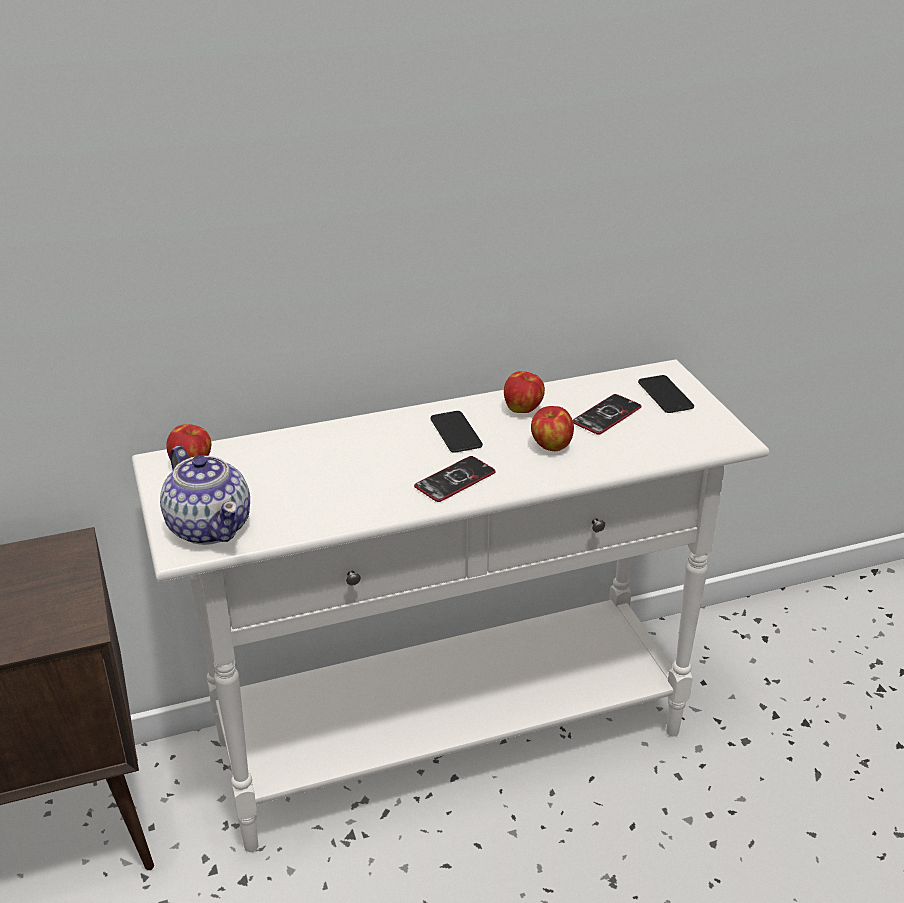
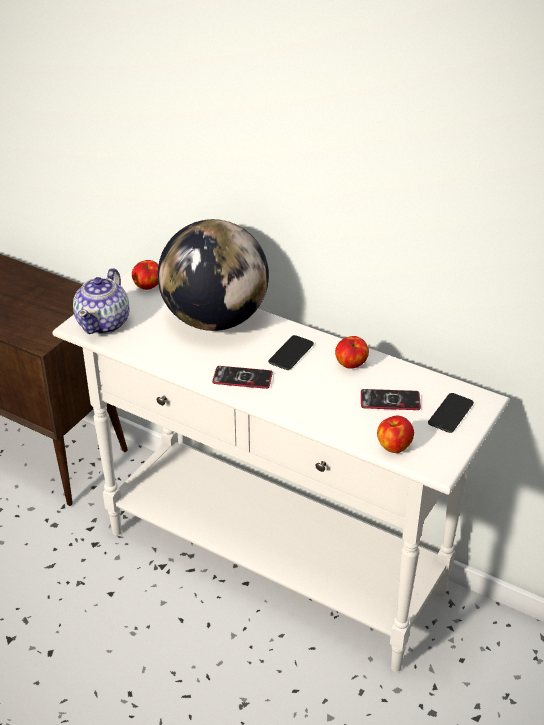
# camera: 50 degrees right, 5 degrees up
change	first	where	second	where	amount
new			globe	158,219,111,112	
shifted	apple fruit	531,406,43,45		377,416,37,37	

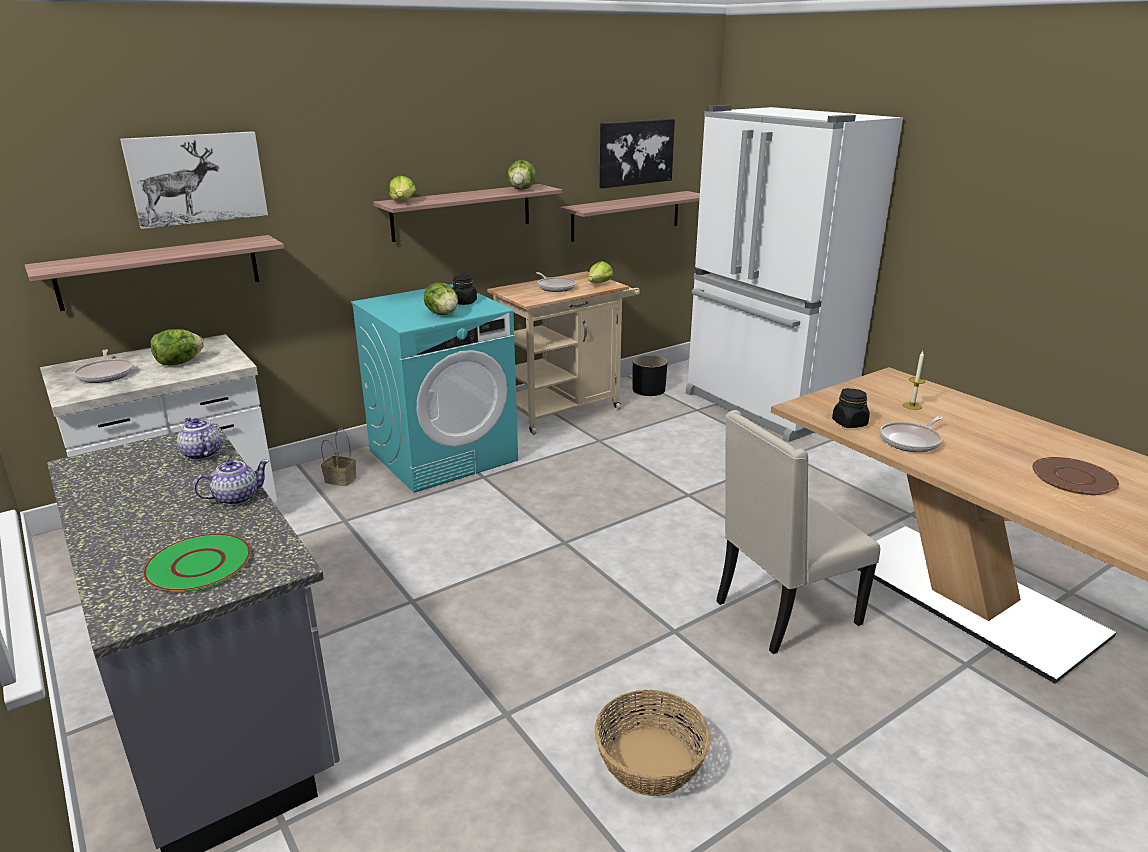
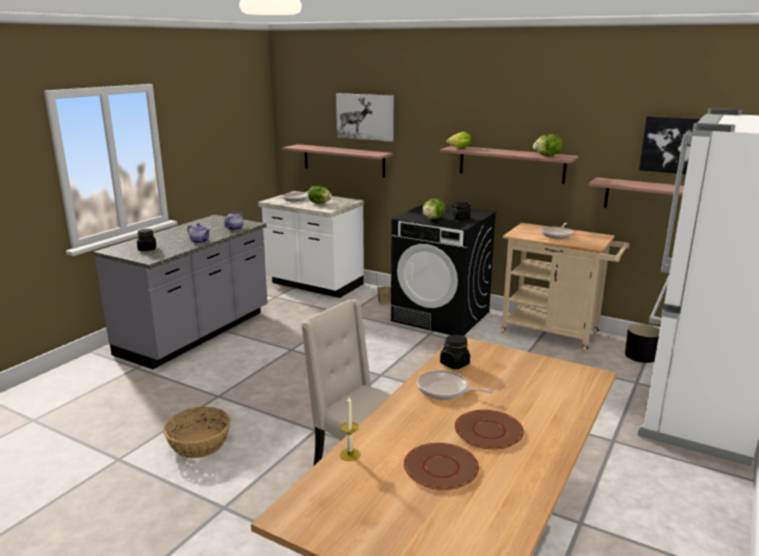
# camera: 65 degrees right, 5 degrees down
change	first	where	second	where	amount
gone	lettuce	588,261,25,22			
new			brownish dinner plate	454,410,70,40	
shifted	wax light	903,351,23,59		340,397,21,64	
swapped	green-coloured dinner plate	143,534,108,58	black preserve jar	137,229,19,22	
repainted	turquoise laundry appliance	351,284,167,209	black laundry appliance	391,203,106,133	

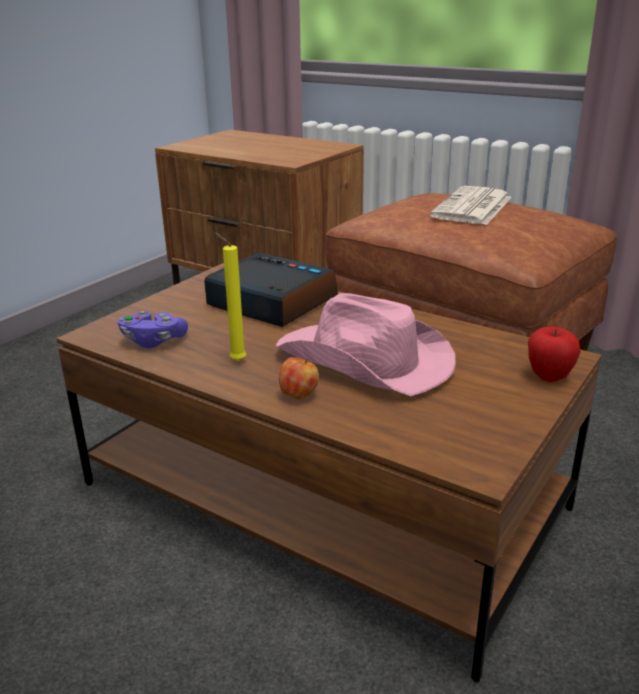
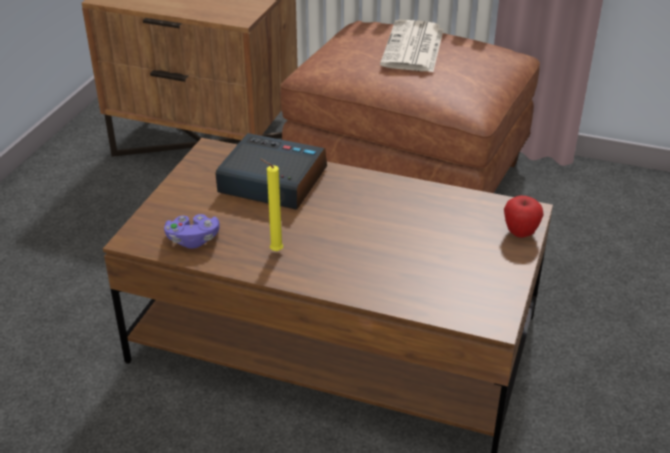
# camera: 15 degrees left, 10 degrees up
change	first	where	second	where	amount
gone	pink clothing hat	276,293,180,103			
gone	apple fruit	279,357,40,42			

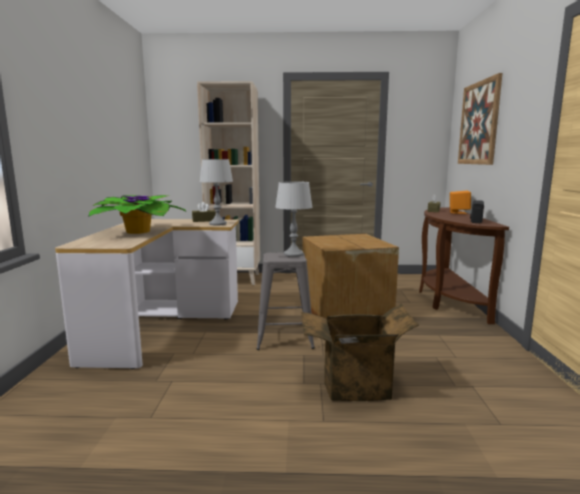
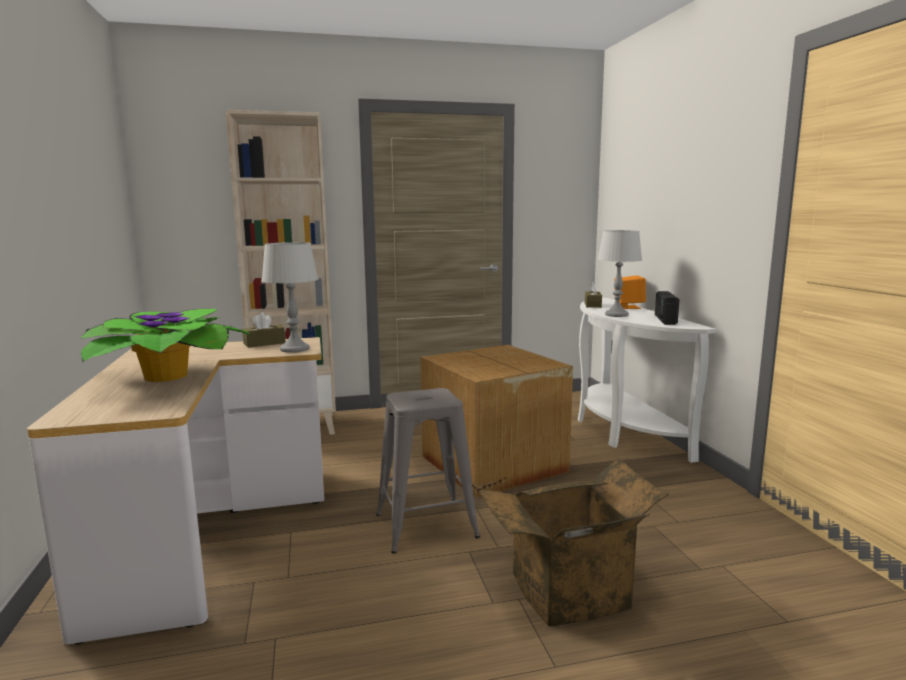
# camera: 15 degrees left, 0 degrees up
change	first	where	second	where	amount
gone	wall art	458,73,44,92			
shifted	gray table lamp	275,181,38,76		597,230,45,87	
repainted	brownish console table	419,207,90,117	whitish console table	578,298,138,165	

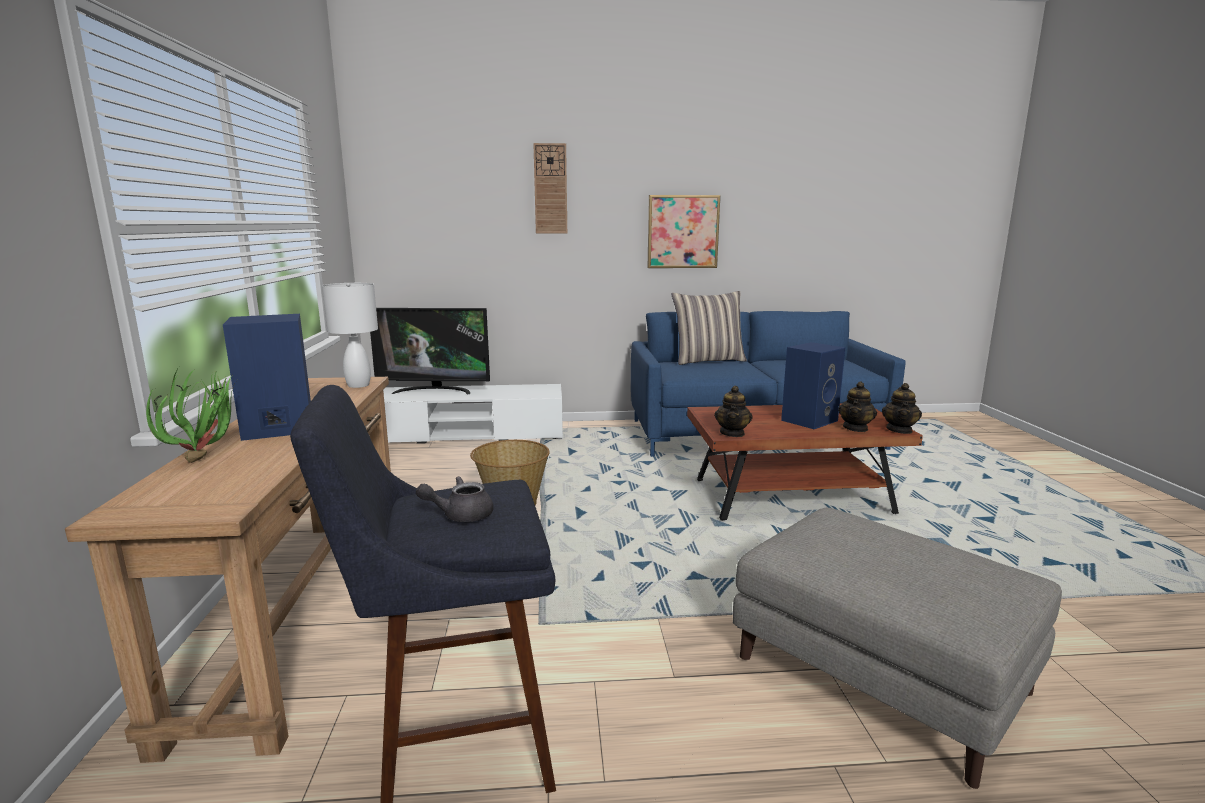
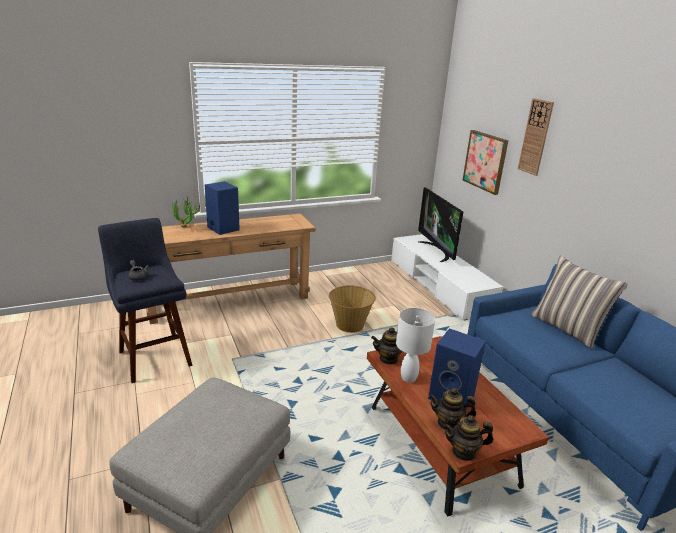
# camera: 70 degrees right, 10 degrees up
change	first	where	second	where	amount
shifted	whitish table lamp	322,283,56,105		396,308,39,75	
shifted	wall art	648,195,72,73		463,130,45,65	

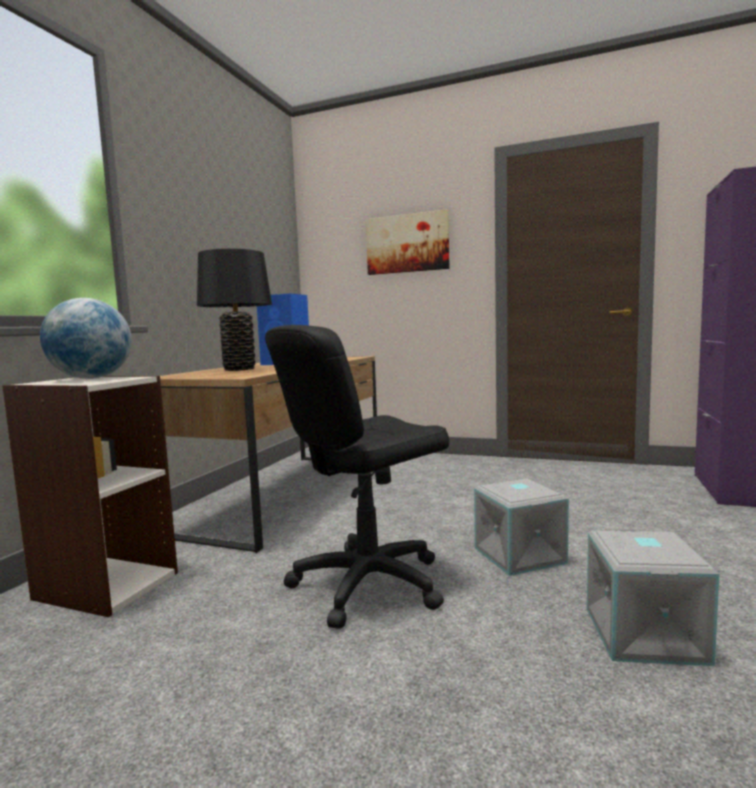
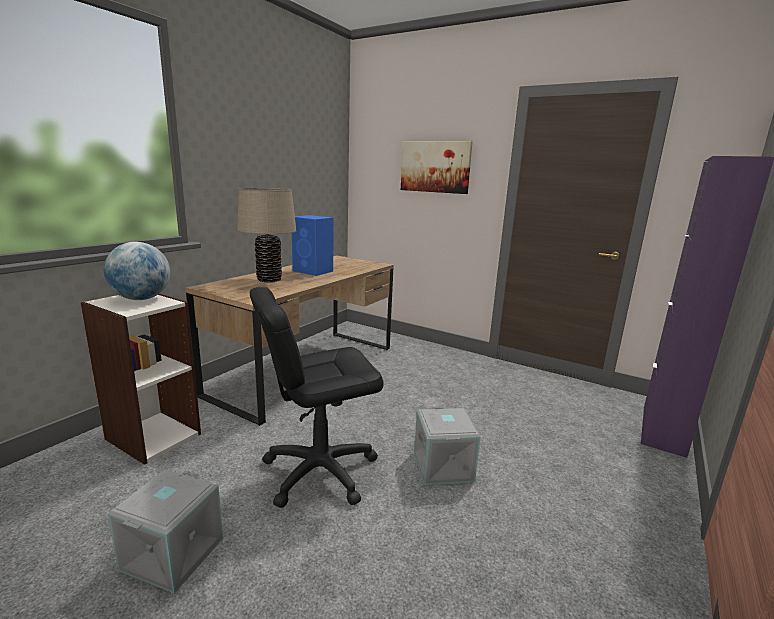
# camera: 10 degrees right, 10 degrees up
change	first	where	second	where	amount
shifted	gray storage bin	587,529,132,137		108,469,115,125	
repainted	black table lamp	197,249,75,122	sand-coloured table lamp	237,188,60,94	

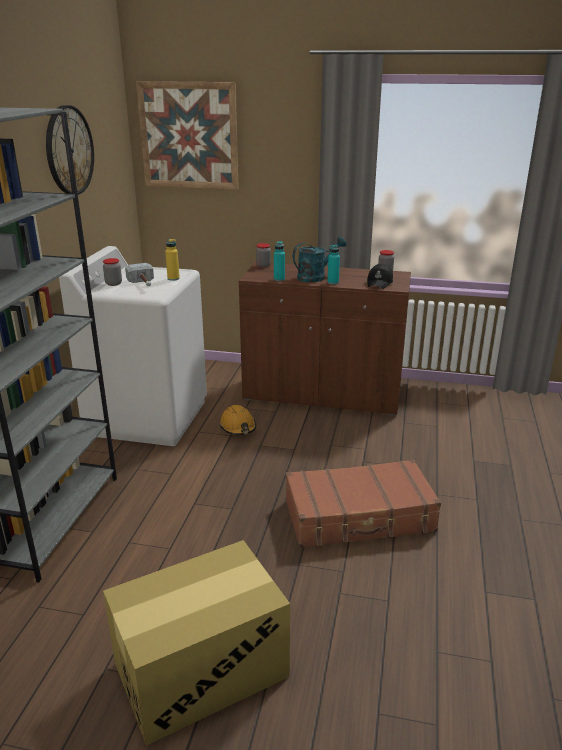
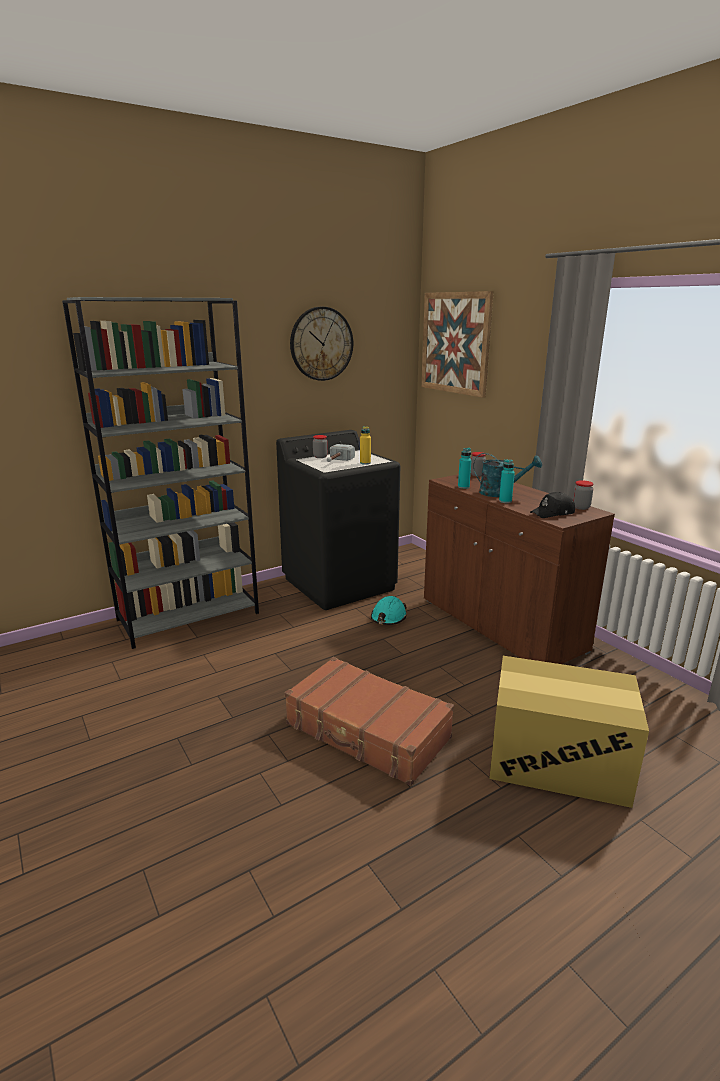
# camera: 45 degrees right, 5 degrees down
change	first	where	second	where	amount
shifted	cardboard box	103,540,187,206		489,656,160,152	
repainted	whitish laundry appliance	59,246,148,200	black laundry appliance	276,430,124,180	
repainted	orange work helmet	220,405,36,30	turquoise work helmet	371,596,36,29	

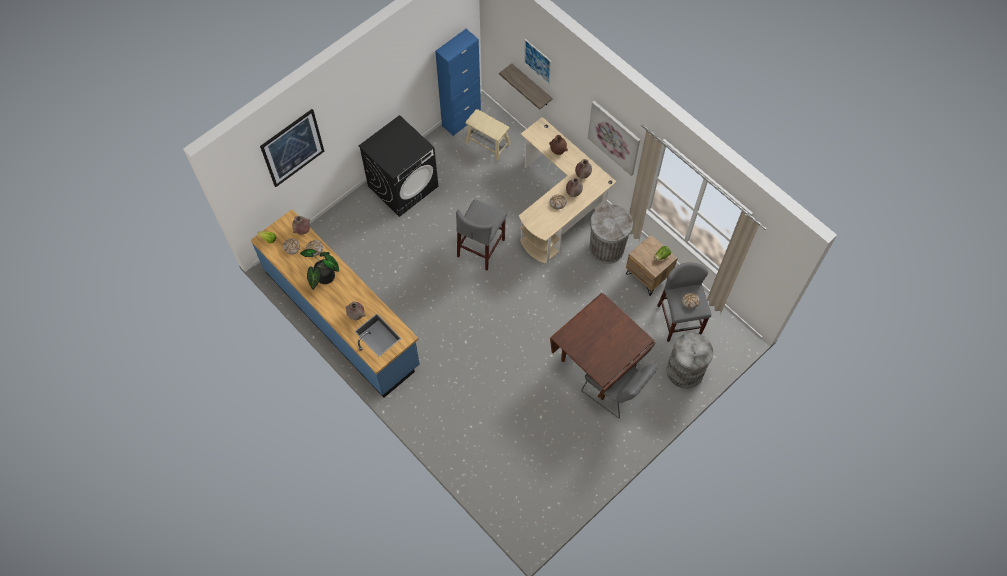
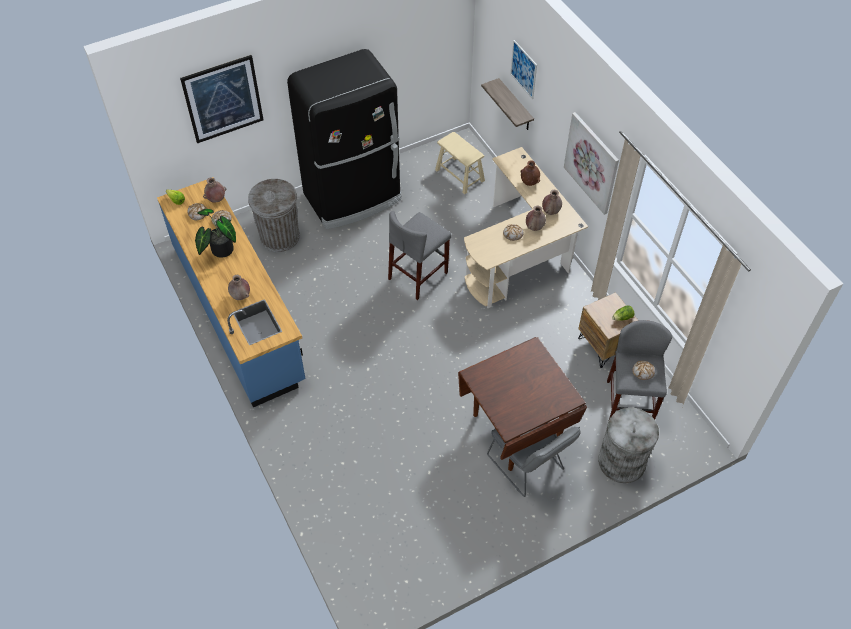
# camera: 15 degrees right, 10 degrees down
change	first	where	second	where	amount
gone	blue-coloured cabinet	435,29,46,107			
shifted	gray rubbish bin	590,204,43,60		248,179,52,73	
swapped	black laundry appliance	359,115,79,102	black kitchen fridge	287,49,114,180	

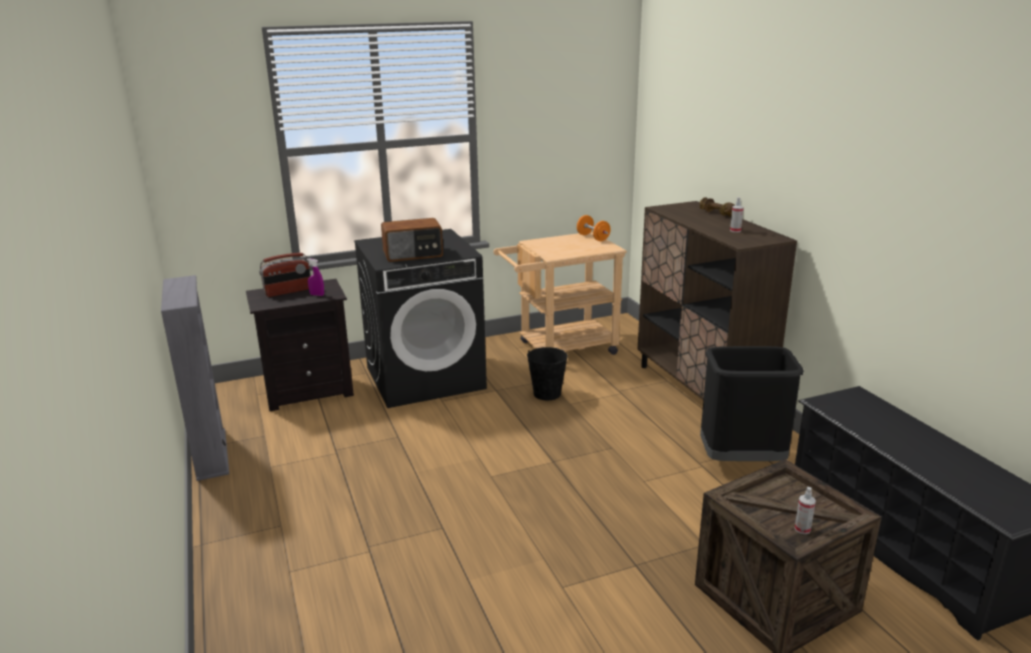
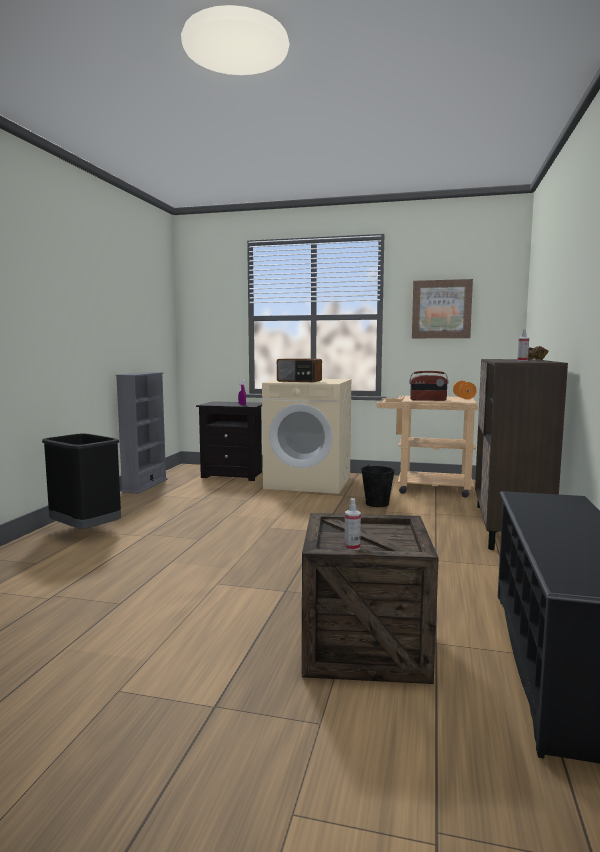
# camera: 35 degrees right, 15 degrees down
change	first	where	second	where	amount
new			wall art	412,279,61,59	
shifted	radio	259,253,52,44		409,371,39,30	
shifted	black rubbish bin	700,346,104,115		42,433,79,96	
repainted	black laundry appliance	354,229,133,179	sand-coloured laundry appliance	262,379,90,115	

